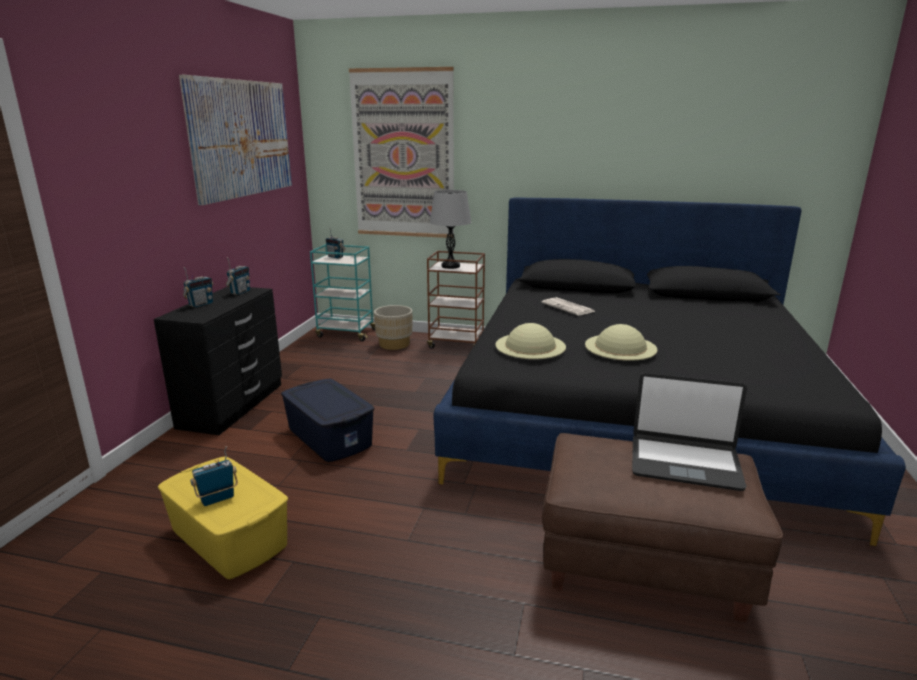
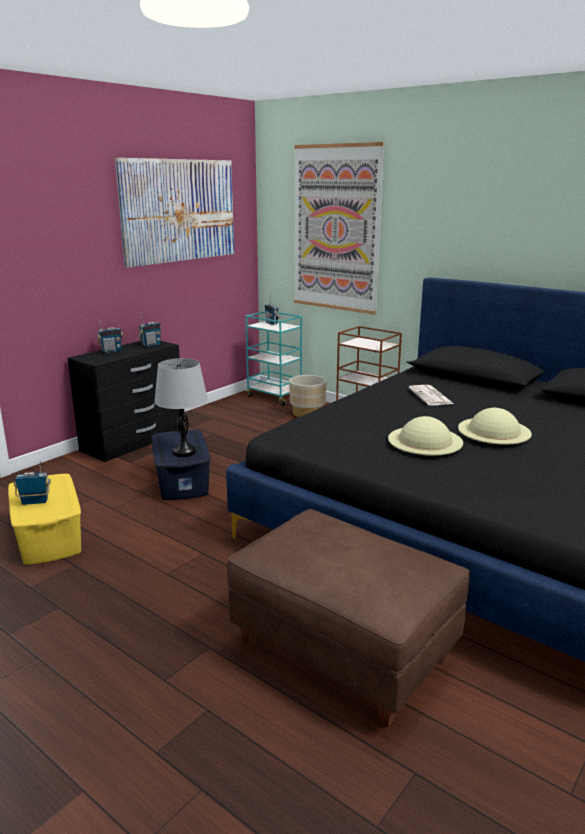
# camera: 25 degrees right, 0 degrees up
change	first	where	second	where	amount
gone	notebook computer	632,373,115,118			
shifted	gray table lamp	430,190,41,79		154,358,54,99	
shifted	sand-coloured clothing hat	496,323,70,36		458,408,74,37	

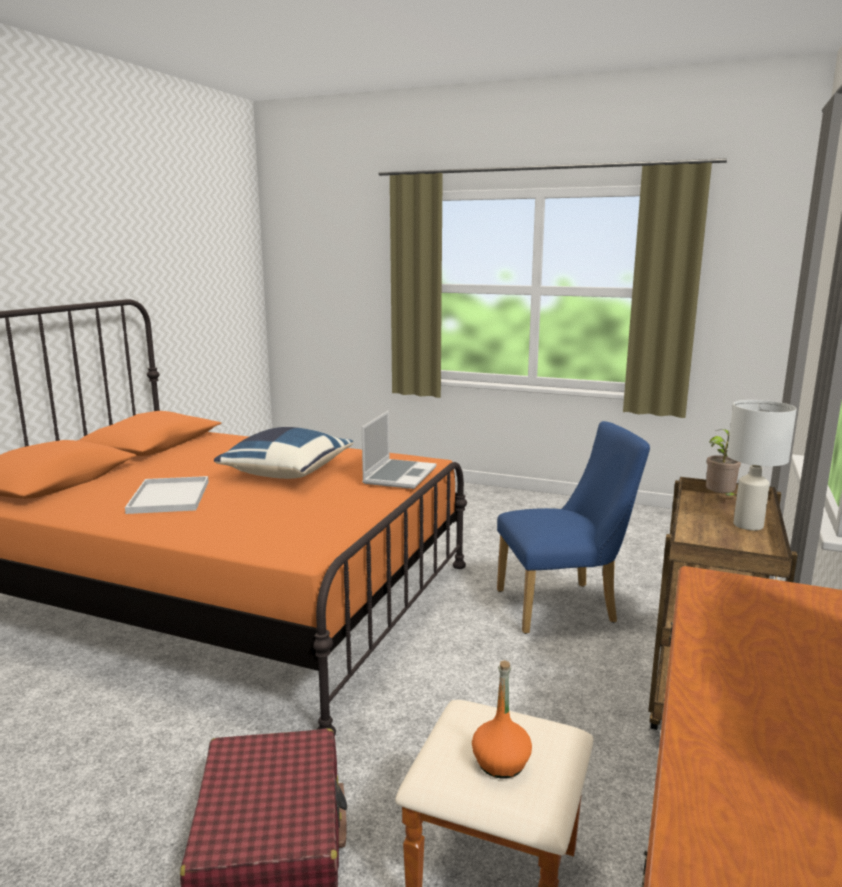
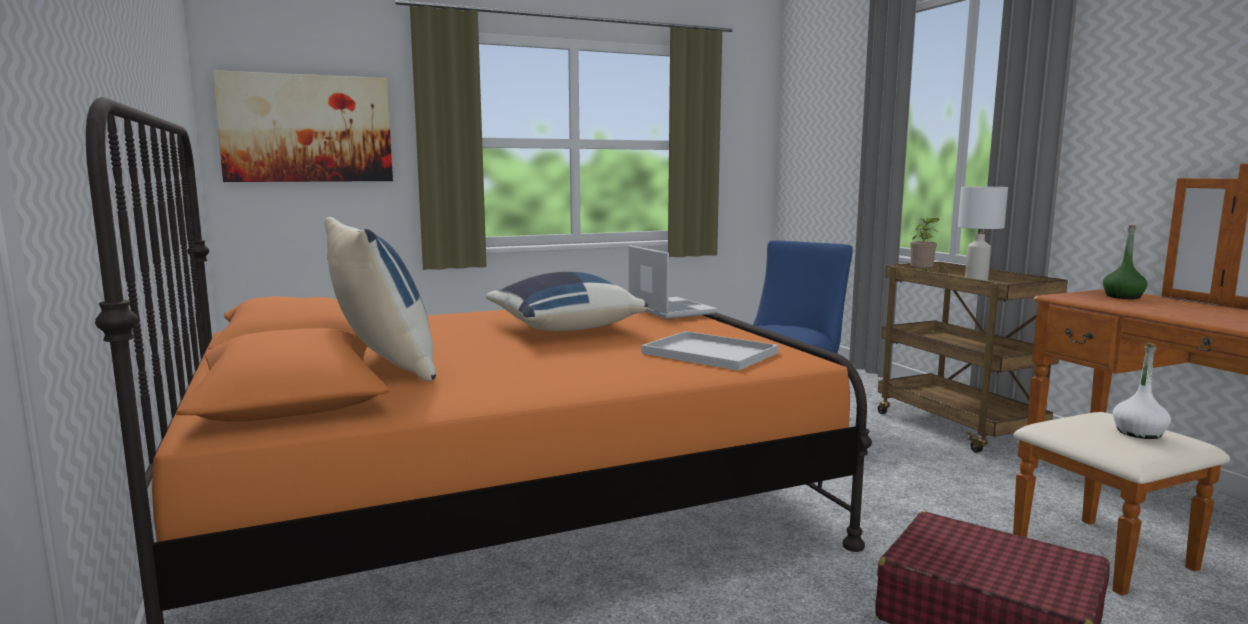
# camera: 45 degrees left, 5 degrees down
change	first	where	second	where	amount
new			wall art	212,70,181,112	
new			blue-coloured cushion	325,217,111,165	
new			green-coloured bottle	1103,225,45,74	
shifted	whitish serving tray	125,476,84,38		641,331,138,40	
repainted	orange bottle	472,660,60,119	whitish bottle	1113,342,58,97	

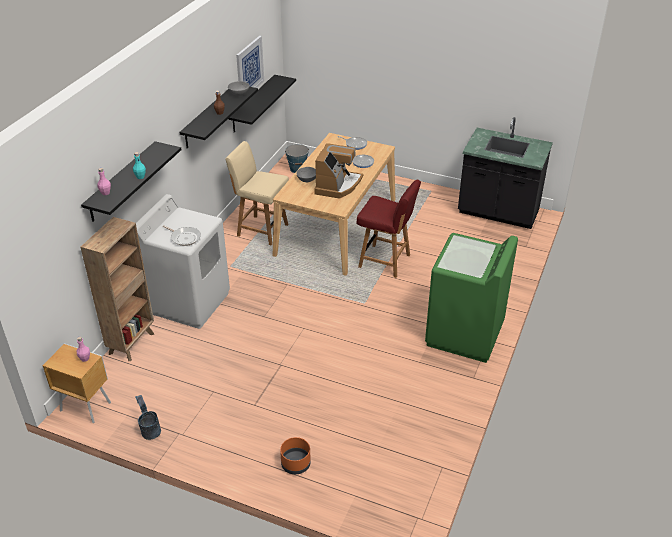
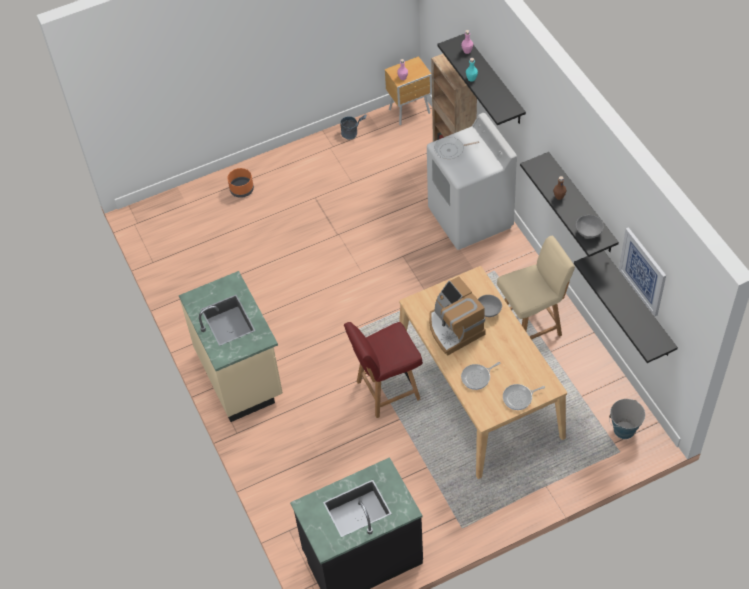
# camera: 135 degrees right, 15 degrees up
change	first	where	second	where	amount
swapped	green-coloured laundry appliance	425,233,93,130	sand-coloured kitchen counter	179,271,104,151	

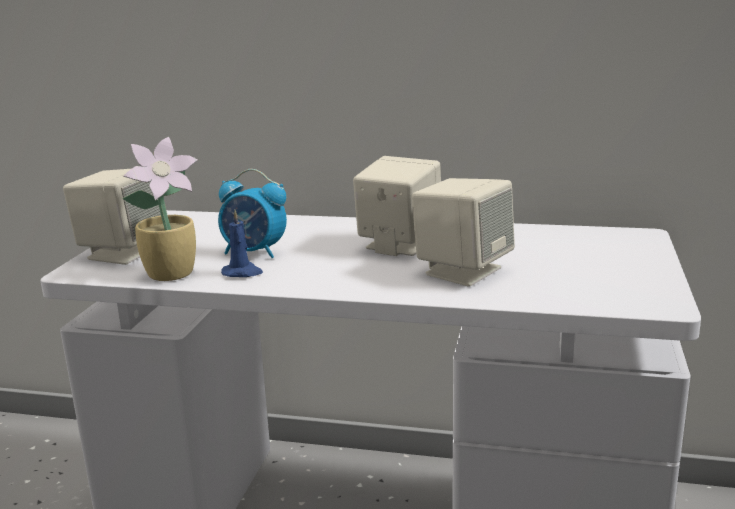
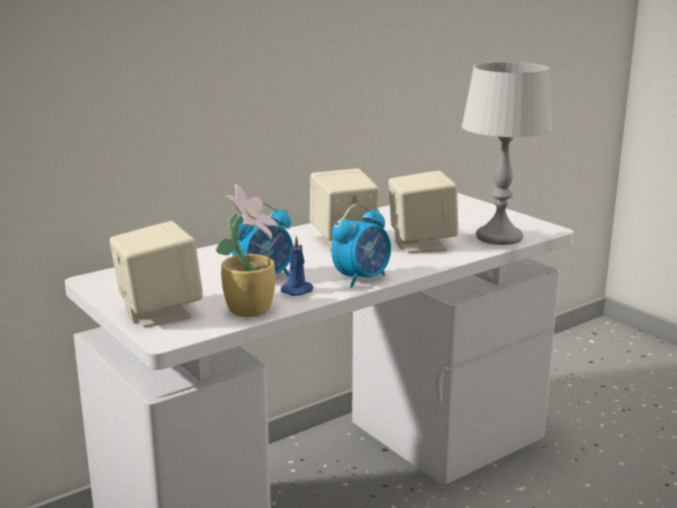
# camera: 50 degrees left, 0 degrees up
change	first	where	second	where	amount
new			bedside clock	331,203,60,85	
new			gray table lamp	461,62,92,183	

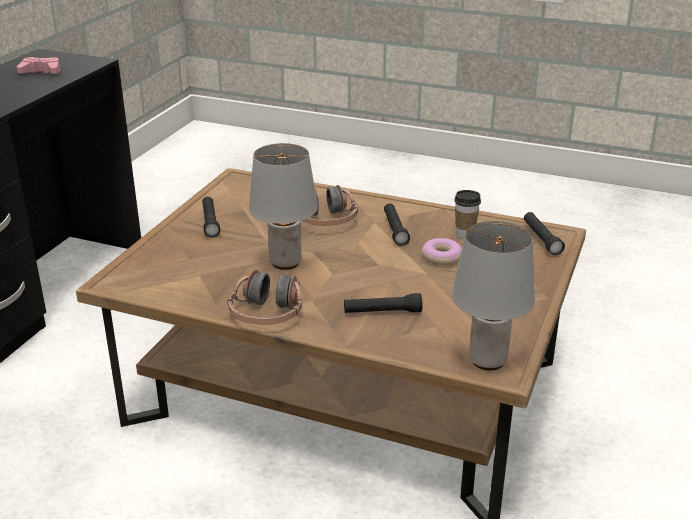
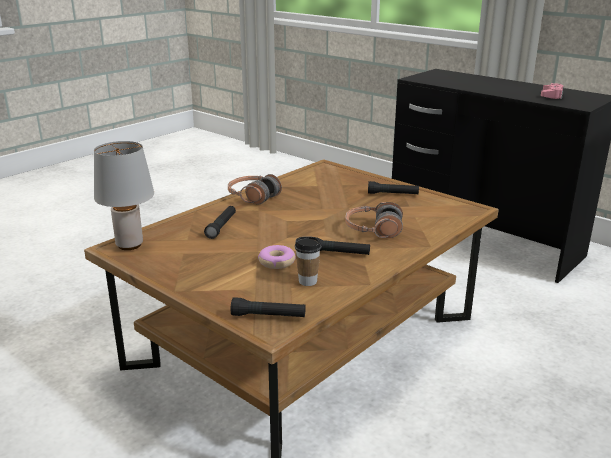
# camera: 110 degrees right, 5 degrees down
change	first	where	second	where	amount
gone	gray table lamp	249,143,69,127			

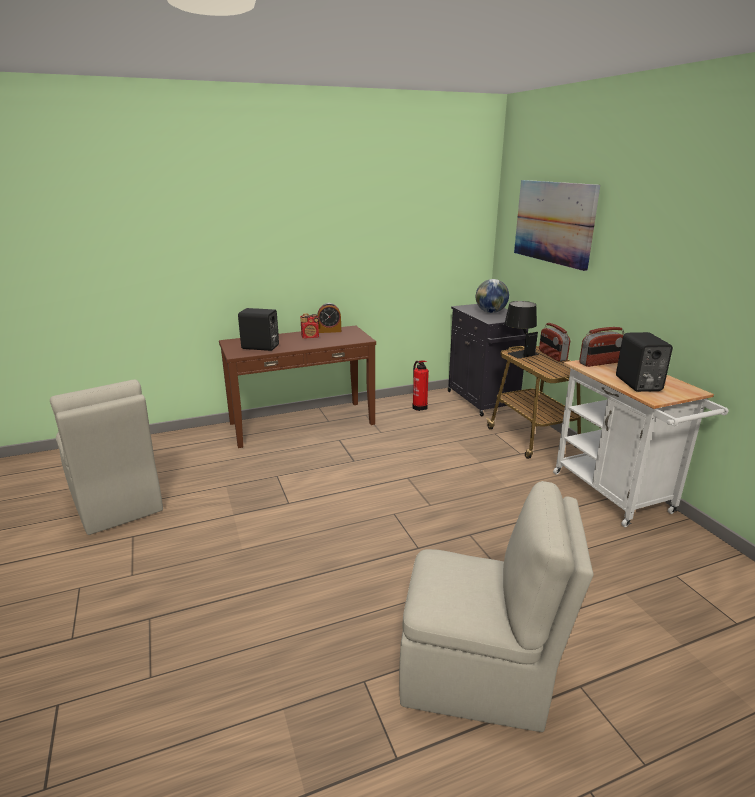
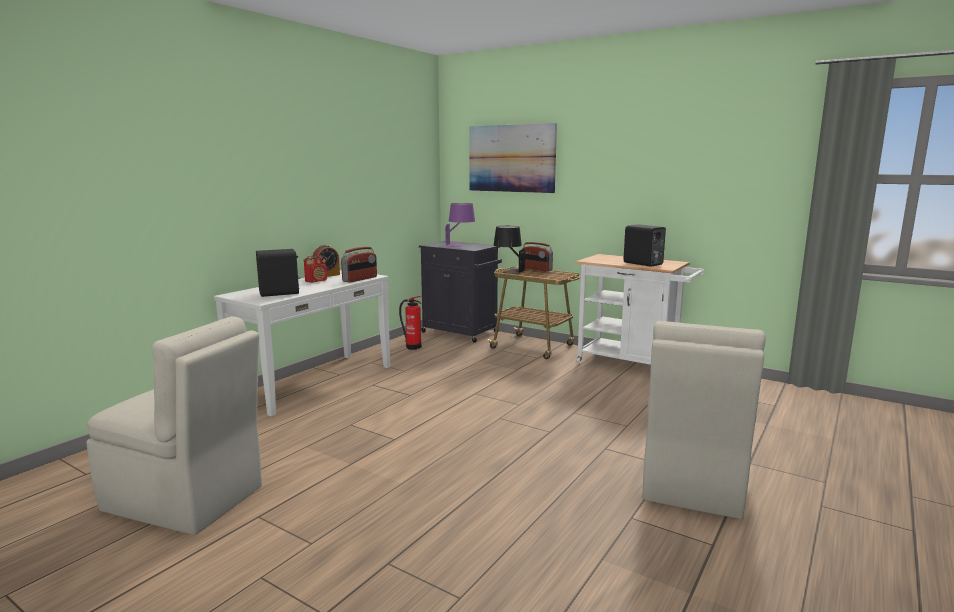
# camera: 35 degrees left, 10 degrees down
change	first	where	second	where	amount
shifted	radio	579,327,45,40		341,247,36,36	
swapped	globe	476,279,33,34	purplish table lamp	445,203,30,44	
repainted	brownish console table	219,325,157,123	whitish console table	214,270,177,146	
rotated	sand-coloured chair	399,481,194,251		643,321,123,198	135 degrees clockwise

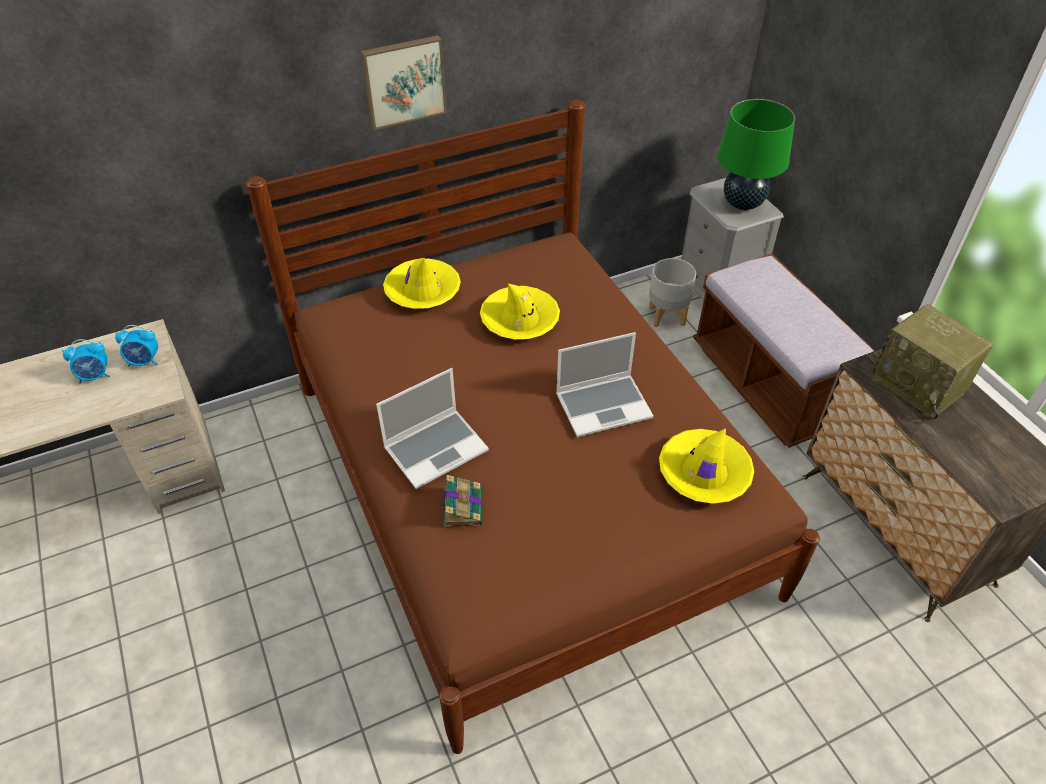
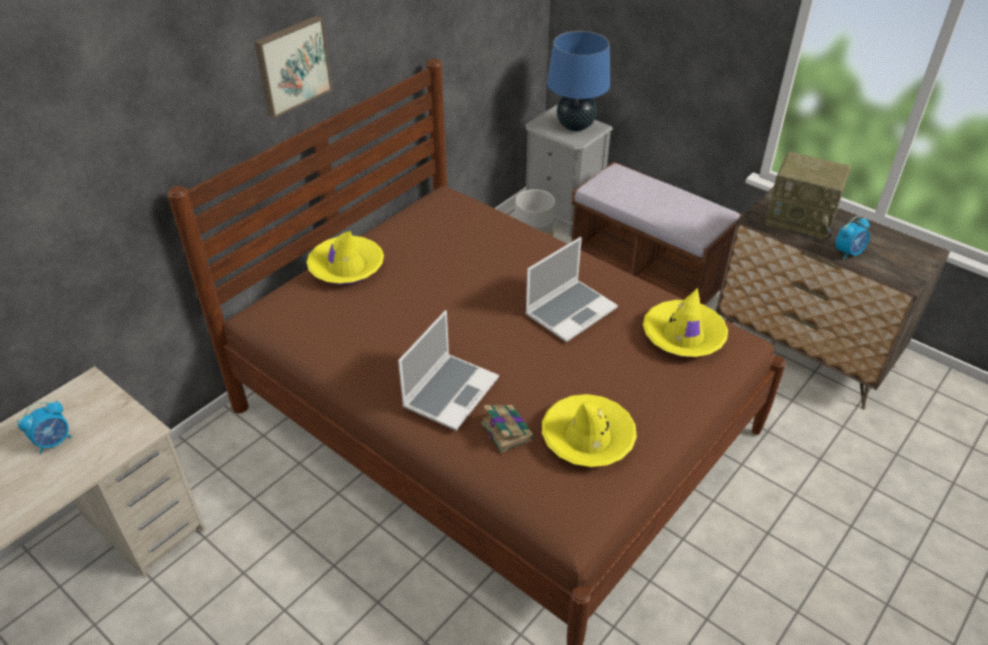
# camera: 25 degrees left, 5 degrees down
change	first	where	second	where	amount
shifted	bedside clock	115,325,43,41		836,216,34,44	
shifted	yellowish clothing hat	480,283,80,57		542,394,95,73	
repainted	green-coloured table lamp	717,99,78,111	blue-coloured table lamp	547,31,63,100	

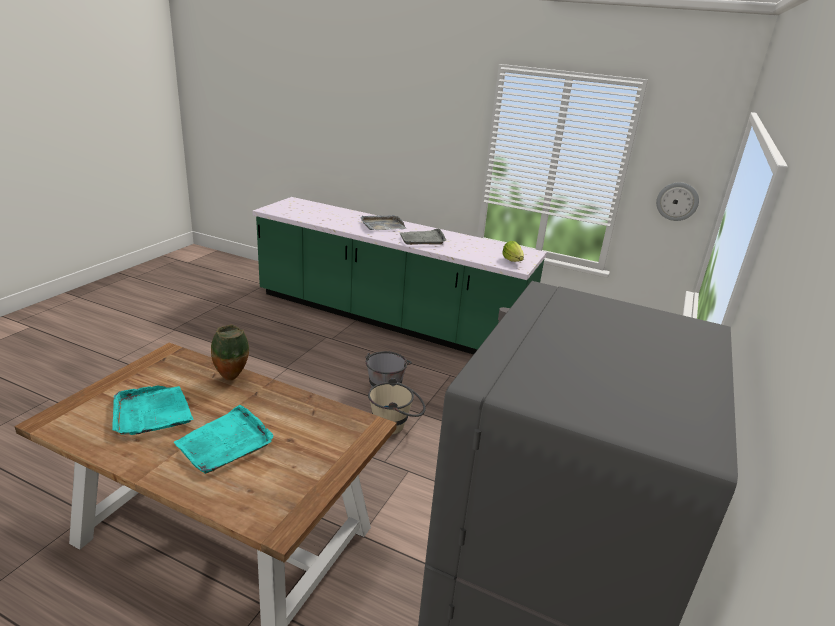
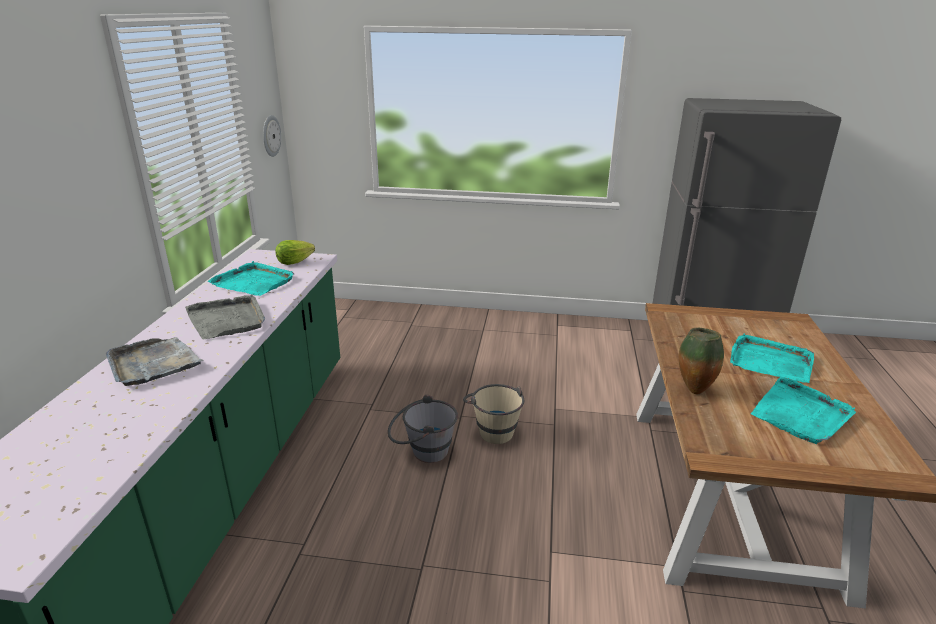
# camera: 105 degrees left, 0 degrees up
change	first	where	second	where	amount
new			turquoise serving tray	208,261,86,35	

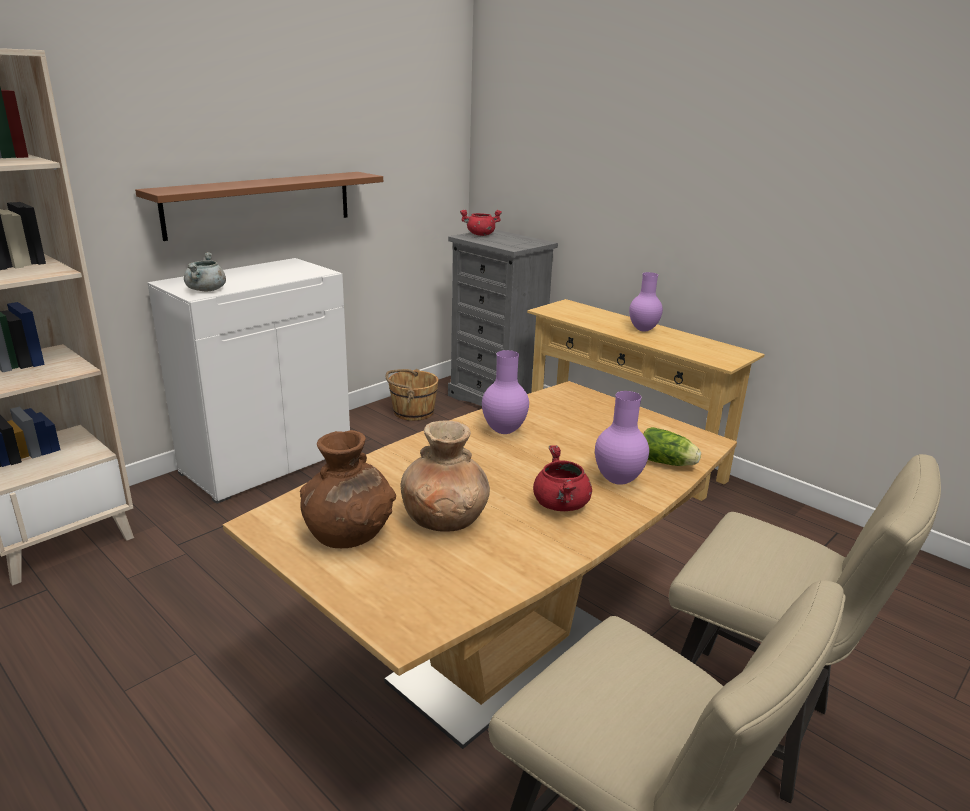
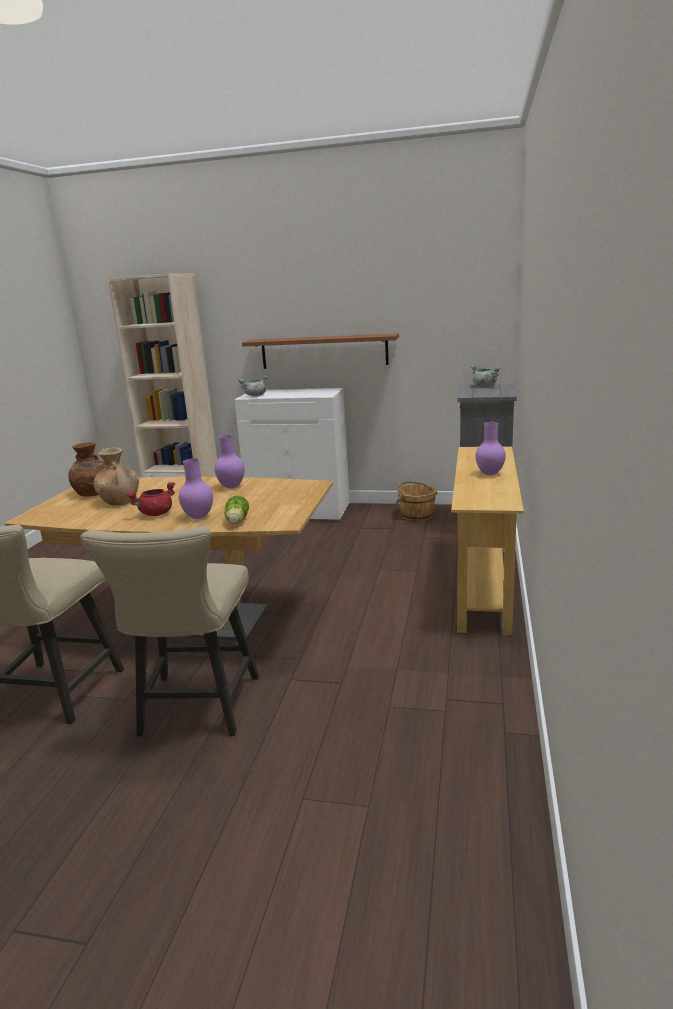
# camera: 60 degrees right, 5 degrees down
change	first	where	second	where	amount
repainted	red saucepot	460,210,42,26	gray saucepot	471,365,29,22	

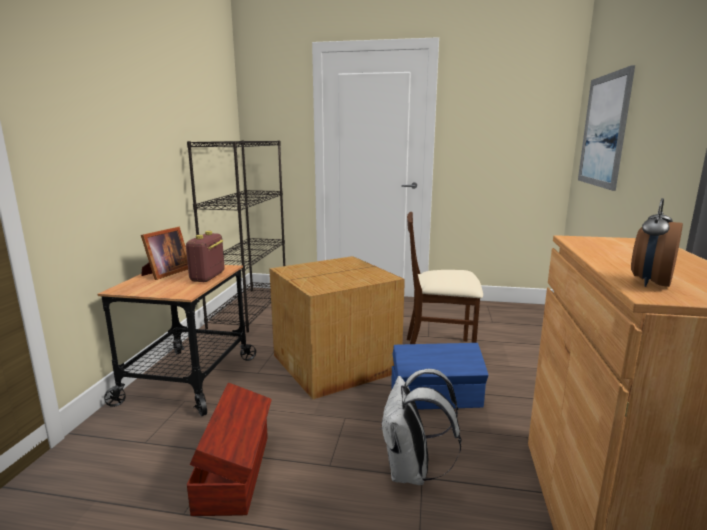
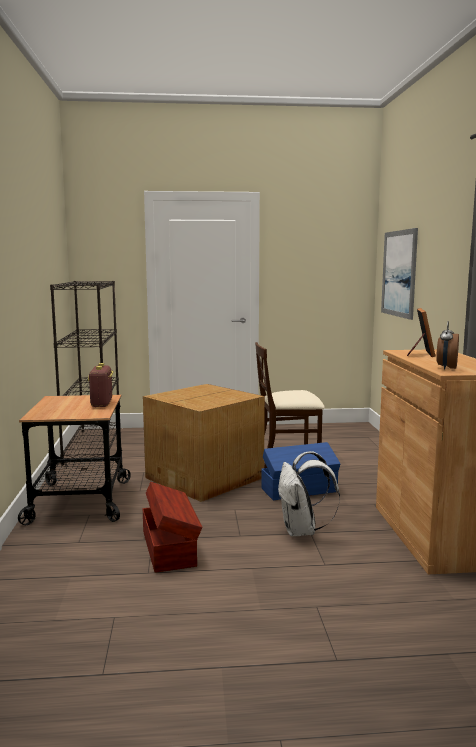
# camera: 15 degrees left, 5 degrees down
change	first	where	second	where	amount
shifted	standing frame	141,227,47,53		407,308,28,49	

